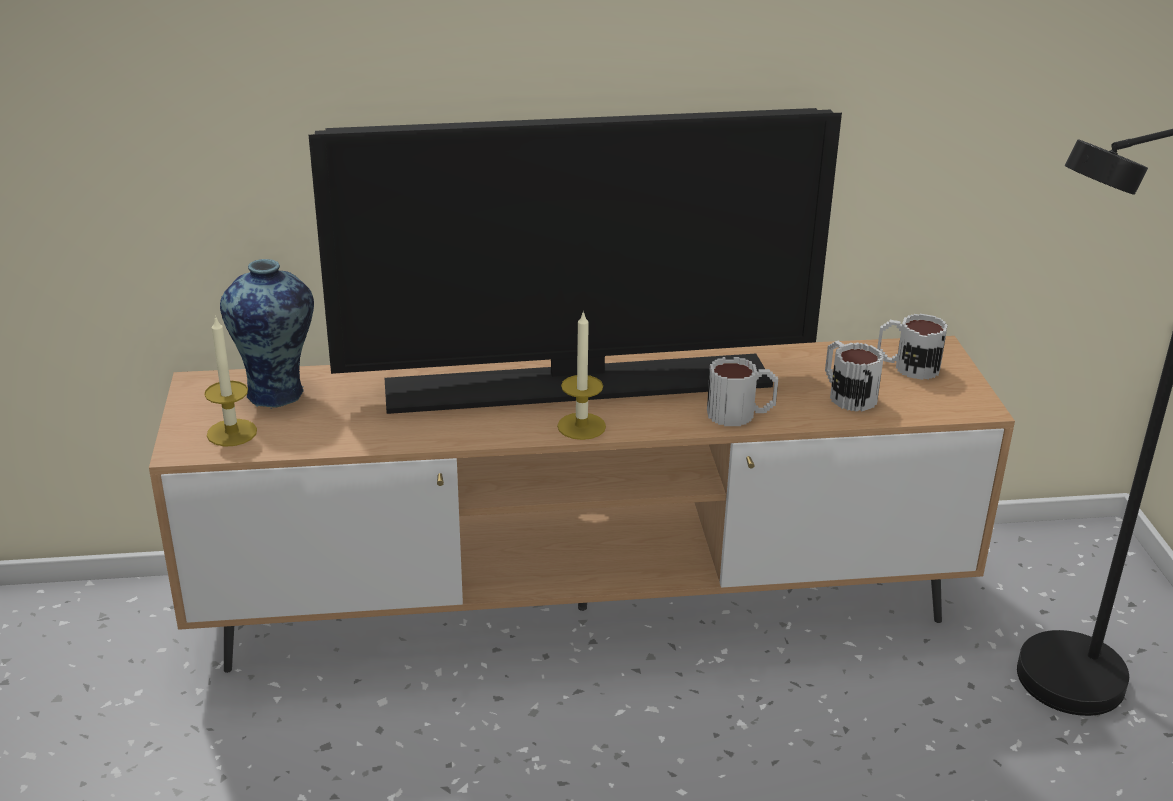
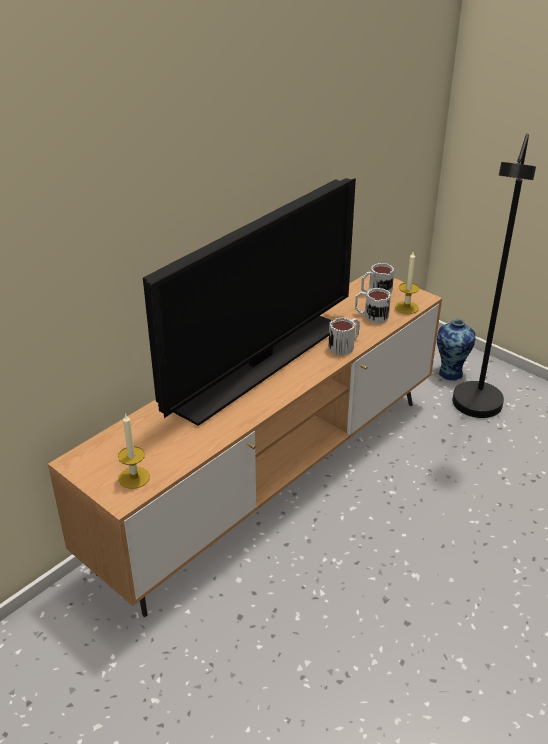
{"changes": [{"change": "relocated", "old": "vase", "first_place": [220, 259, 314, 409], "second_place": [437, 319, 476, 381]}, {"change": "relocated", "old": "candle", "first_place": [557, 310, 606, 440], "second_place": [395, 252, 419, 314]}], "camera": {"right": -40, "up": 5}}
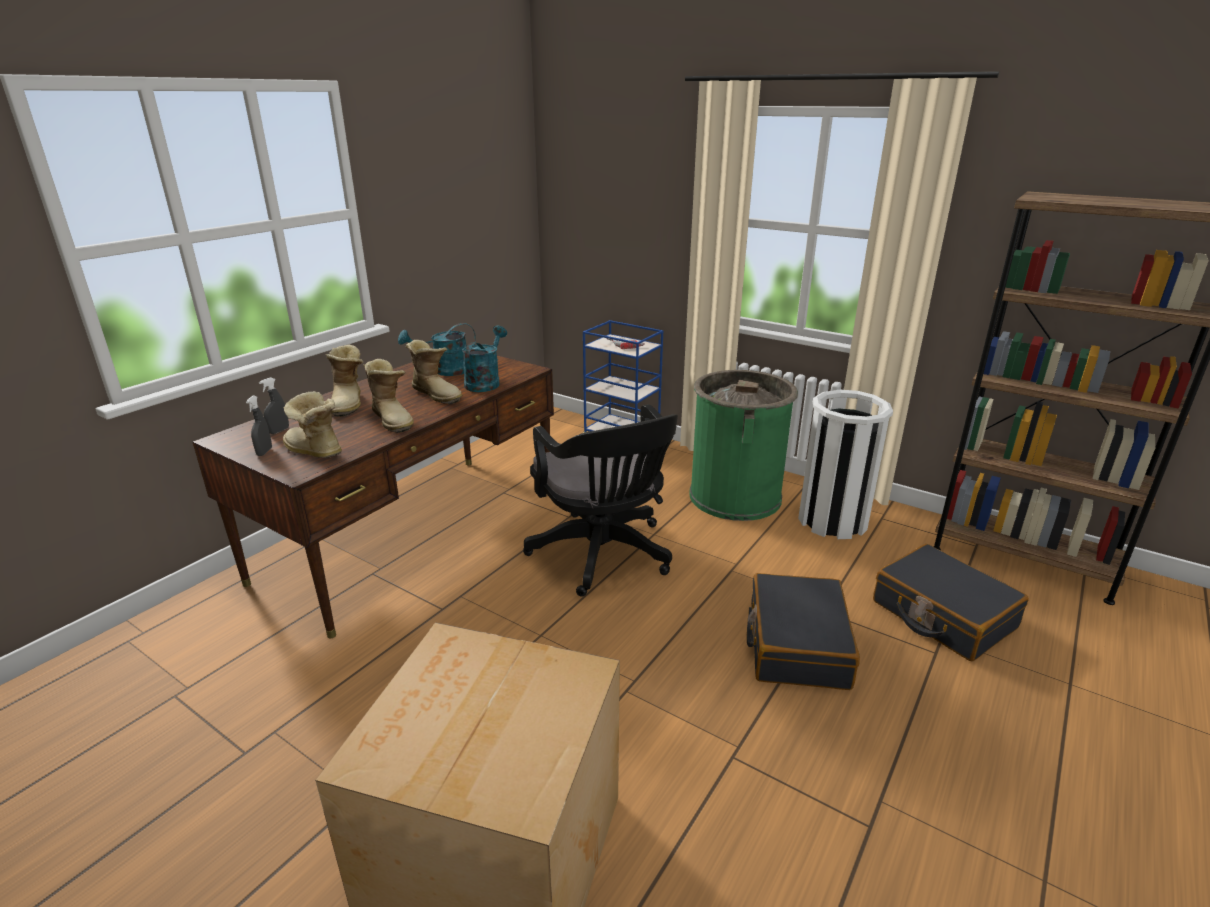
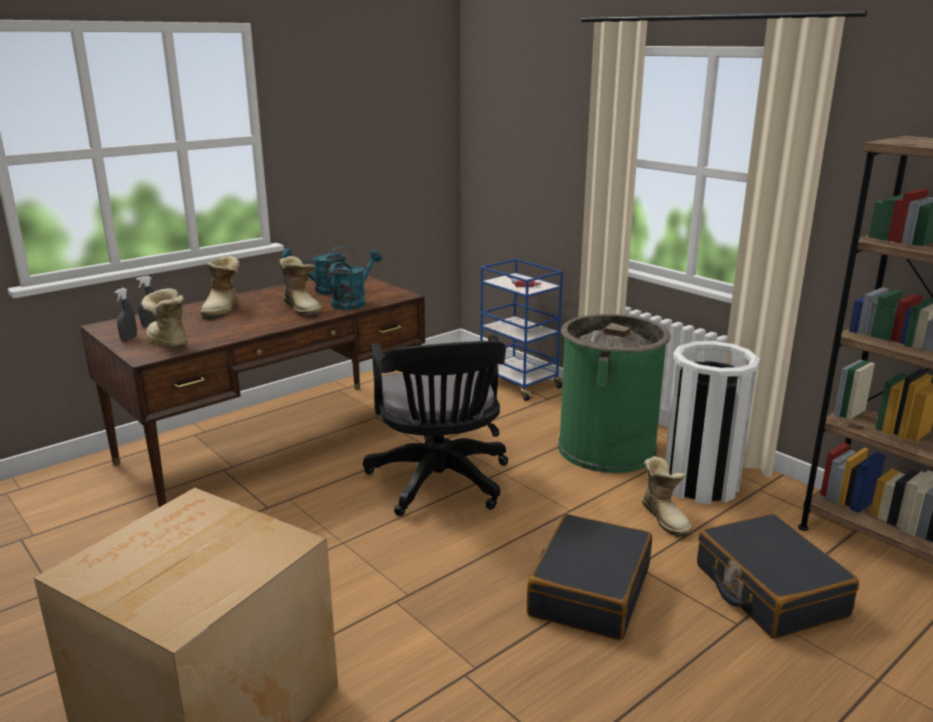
{"changes": [{"change": "relocated", "old": "boot", "first_place": [363, 359, 414, 433], "second_place": [642, 456, 692, 537]}], "camera": {"right": 15, "up": -5}}
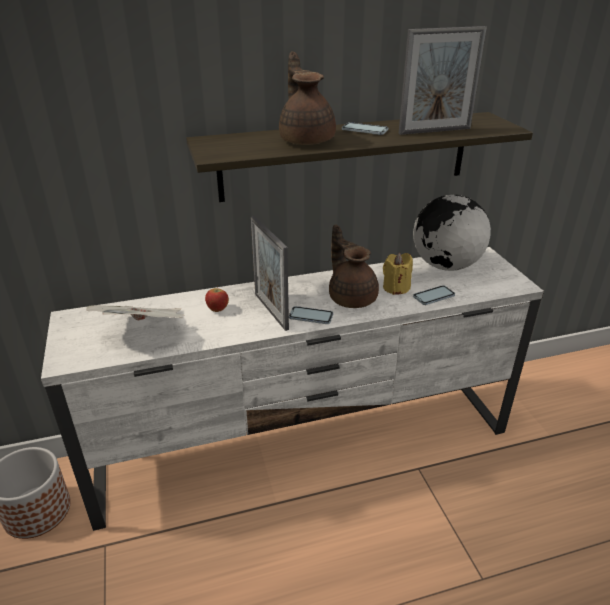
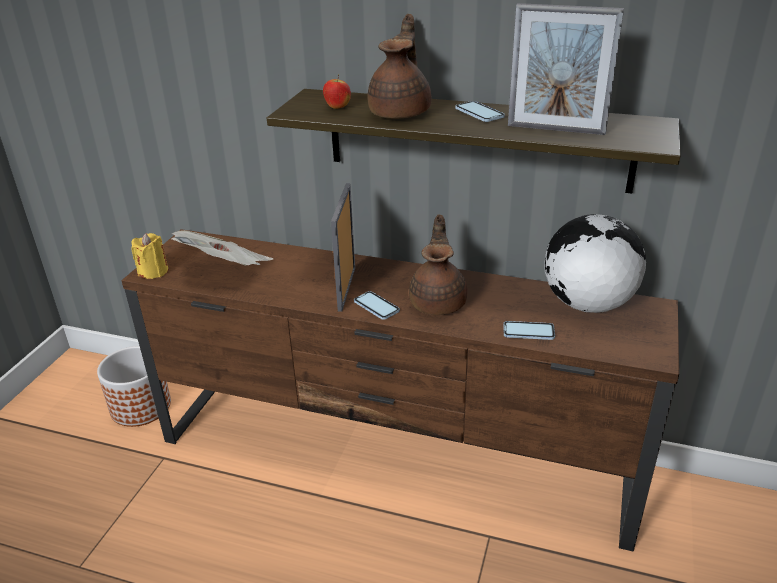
{"changes": [{"change": "colour", "old": "white_tv_stand", "new": "brown_tv_stand", "first_place": [41, 247, 544, 531], "second_place": [121, 229, 679, 552]}, {"change": "relocated", "old": "apple", "first_place": [205, 285, 229, 312], "second_place": [323, 74, 351, 109]}, {"change": "relocated", "old": "yellow_candle", "first_place": [383, 253, 413, 295], "second_place": [132, 233, 168, 279]}], "camera": {"right": 35, "up": 0}}
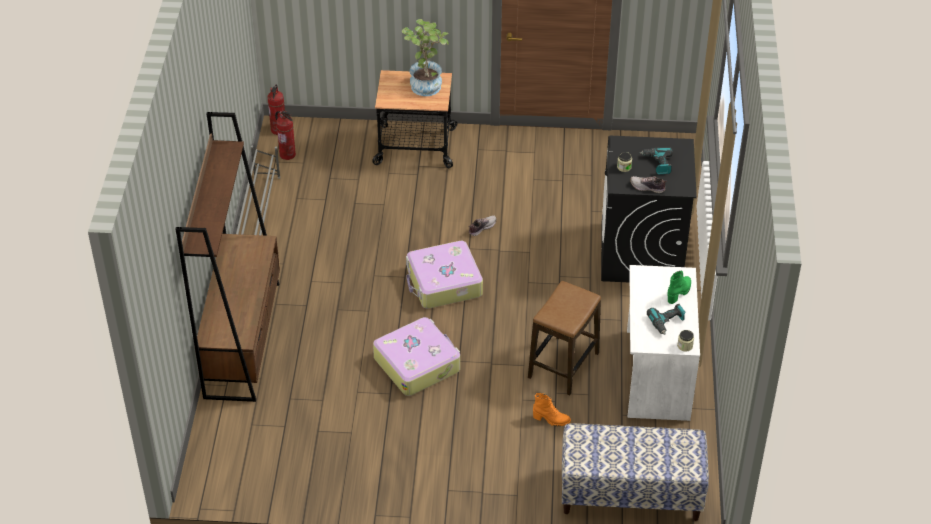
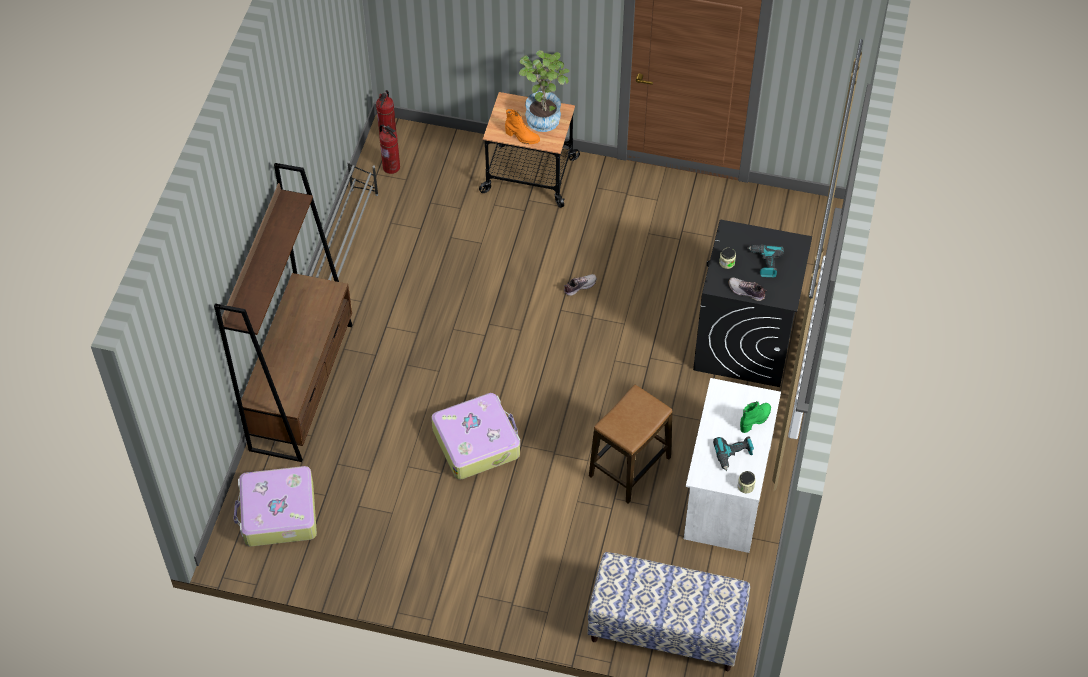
{"changes": [{"change": "relocated", "old": "suitcase", "first_place": [406, 241, 483, 309], "second_place": [234, 466, 317, 546]}, {"change": "relocated", "old": "orange_boot", "first_place": [533, 393, 571, 426], "second_place": [505, 109, 540, 144]}], "camera": {"right": 10, "up": 10}}
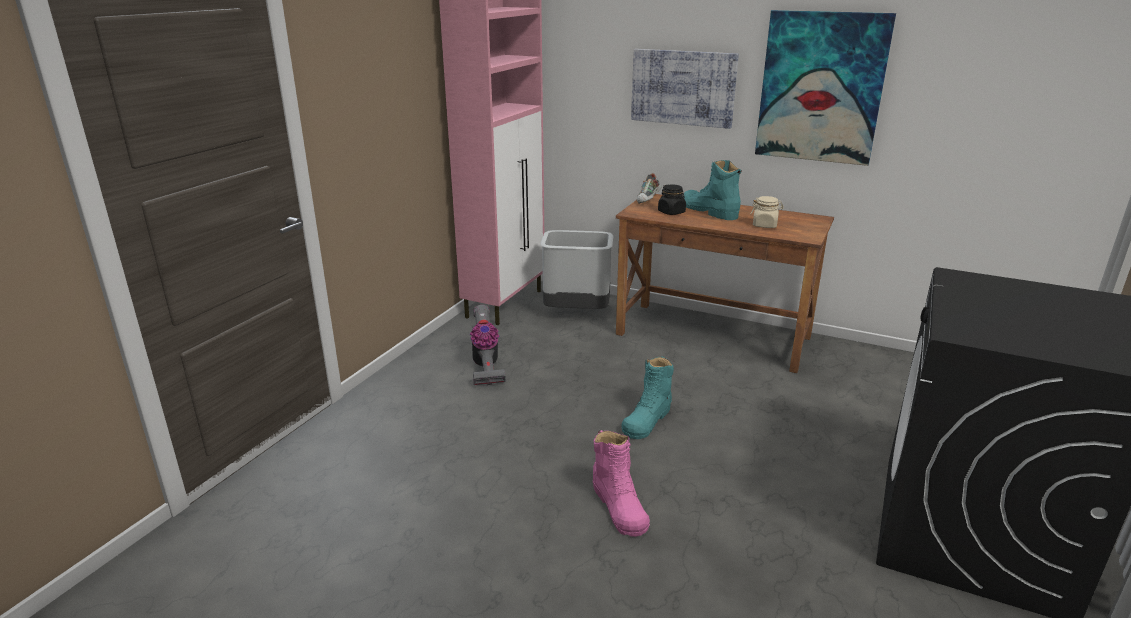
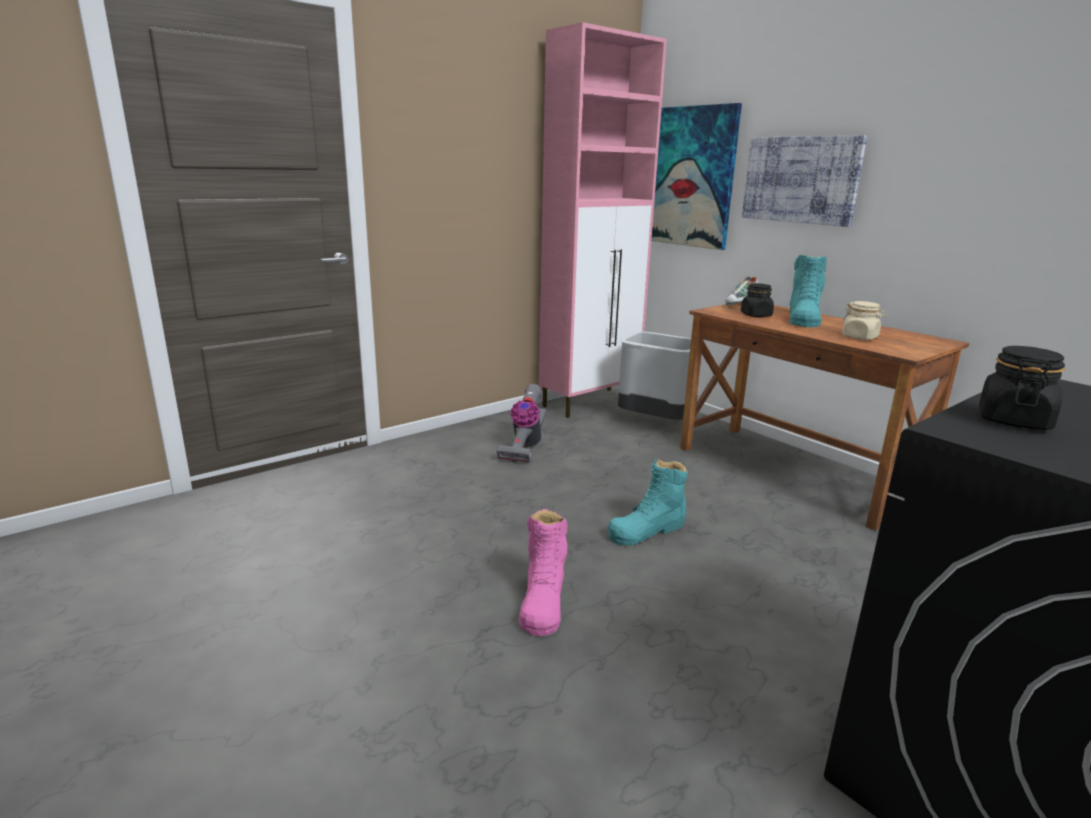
{"changes": [{"change": "spun", "old": "turquoise_boot", "first_place": [683, 160, 742, 220], "second_place": [790, 255, 827, 327], "degrees": -150}, {"change": "relocated", "old": "picture", "first_place": [755, 10, 896, 166], "second_place": [651, 103, 742, 250]}, {"change": "appeared", "new": "black_jar", "second_place": [979, 346, 1065, 430]}], "camera": {"right": 25, "up": -5}}
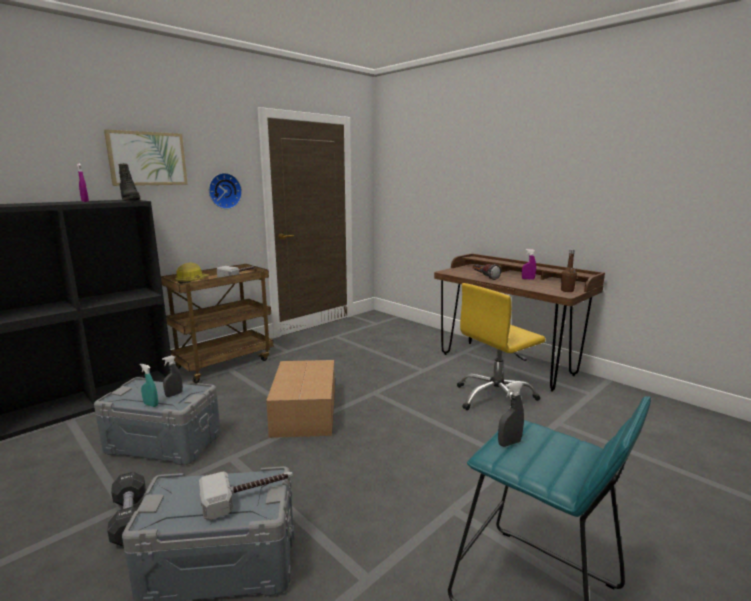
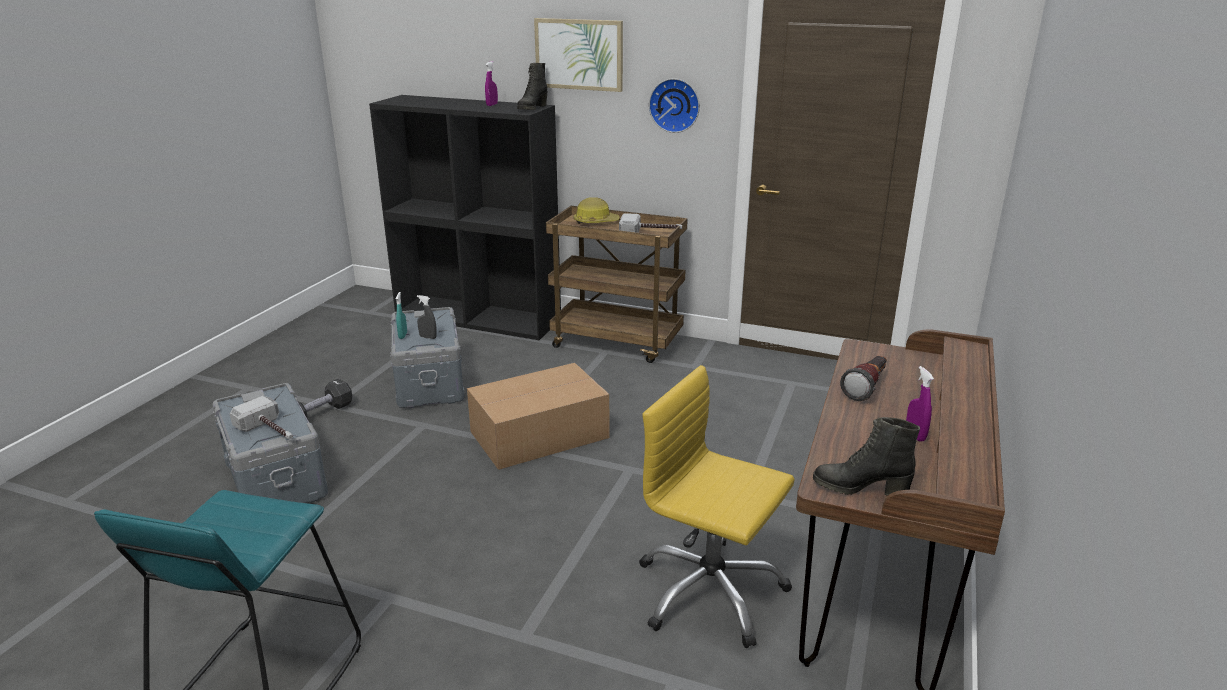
{"changes": [{"change": "missing", "old": "grey_spray_bottle", "first_place": [498, 381, 524, 447]}, {"change": "exchanged", "old": "brown_bottle", "new": "black_boot", "first_place": [561, 249, 577, 292], "second_place": [813, 417, 920, 496]}], "camera": {"right": 65, "up": 10}}
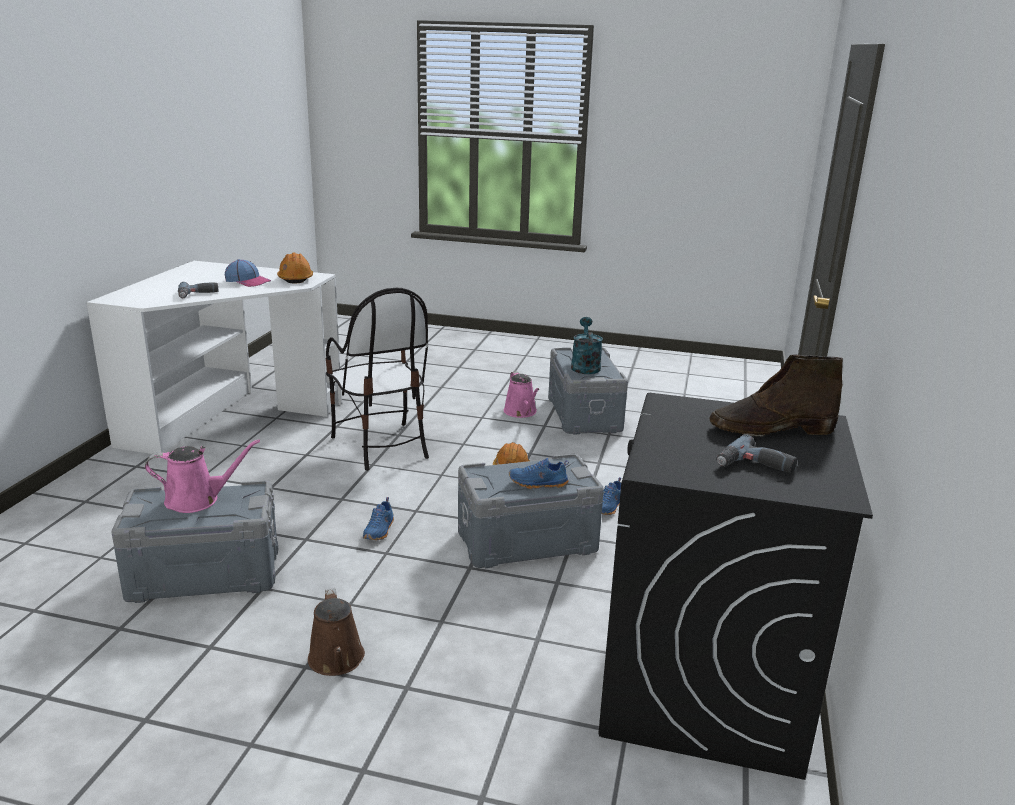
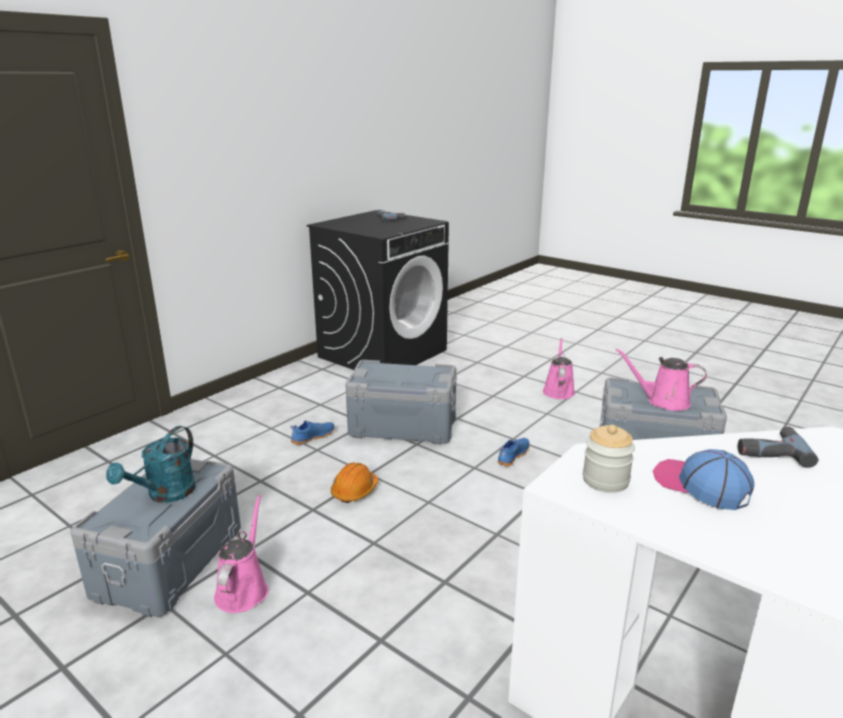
{"changes": [{"change": "exchanged", "old": "orange_hard_hat", "new": "jar", "first_place": [277, 252, 313, 284], "second_place": [583, 425, 635, 493]}, {"change": "colour", "old": "brown_watering_can", "new": "pink_watering_can", "first_place": [308, 588, 365, 676], "second_place": [543, 338, 575, 399]}, {"change": "missing", "old": "chair", "first_place": [326, 288, 429, 471]}, {"change": "missing", "old": "blue_shoe", "first_place": [509, 458, 569, 489]}, {"change": "missing", "old": "brown_boot", "first_place": [709, 355, 843, 437]}], "camera": {"right": -155, "up": 0}}
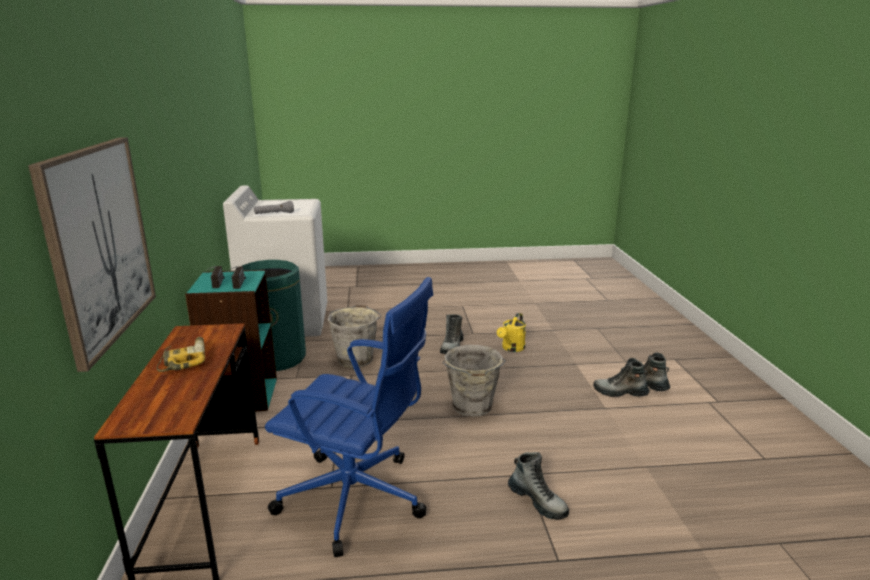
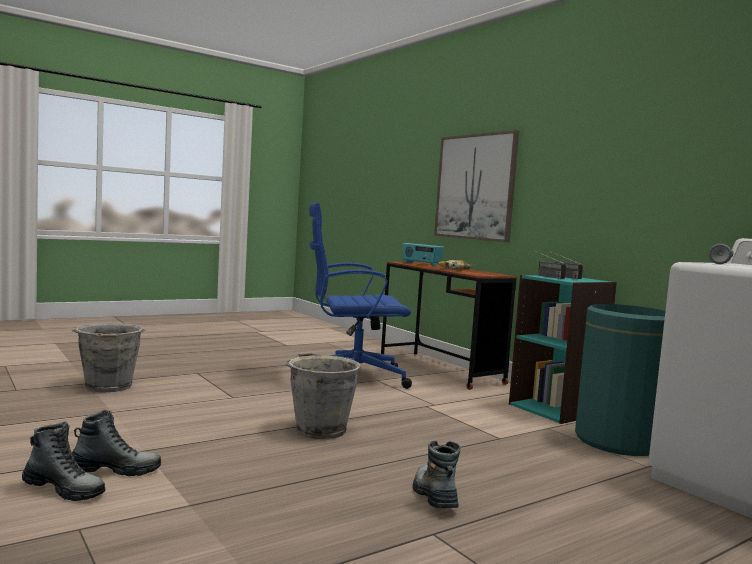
{"changes": [{"change": "relocated", "old": "grey_bucket", "first_place": [328, 305, 382, 368], "second_place": [72, 323, 145, 392]}, {"change": "missing", "old": "yellow_watering_can", "first_place": [497, 313, 526, 352]}, {"change": "missing", "old": "boot", "first_place": [508, 452, 569, 520]}, {"change": "appeared", "new": "radio", "second_place": [403, 243, 444, 266]}], "camera": {"right": 150, "up": -15}}
